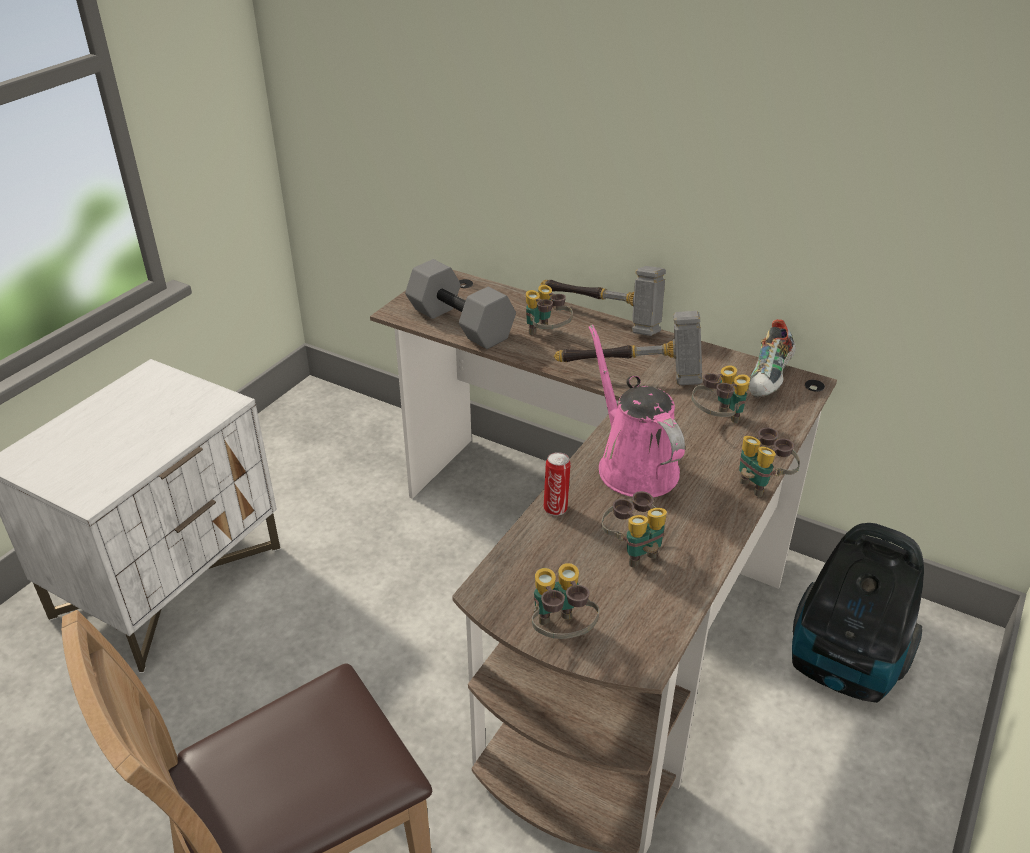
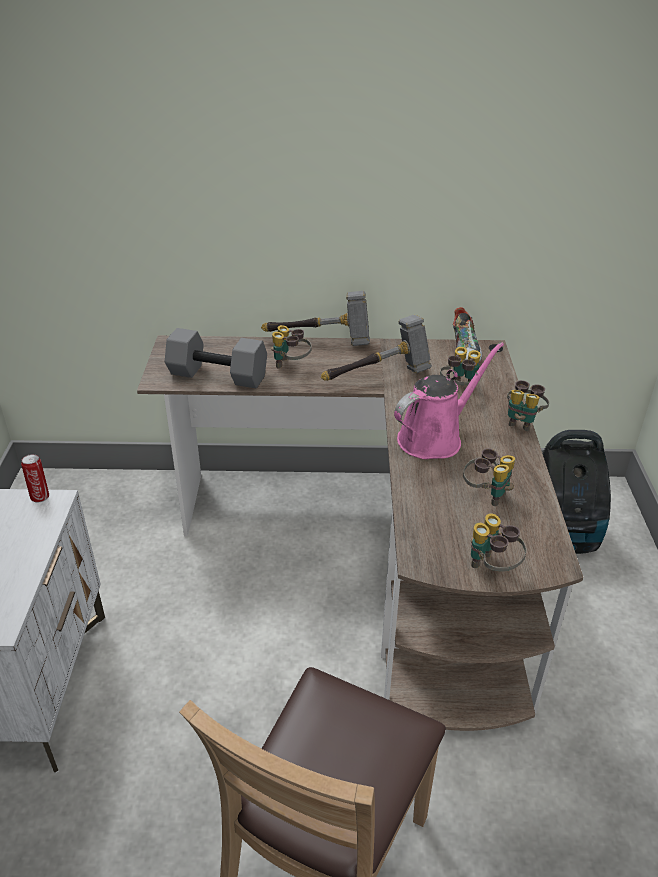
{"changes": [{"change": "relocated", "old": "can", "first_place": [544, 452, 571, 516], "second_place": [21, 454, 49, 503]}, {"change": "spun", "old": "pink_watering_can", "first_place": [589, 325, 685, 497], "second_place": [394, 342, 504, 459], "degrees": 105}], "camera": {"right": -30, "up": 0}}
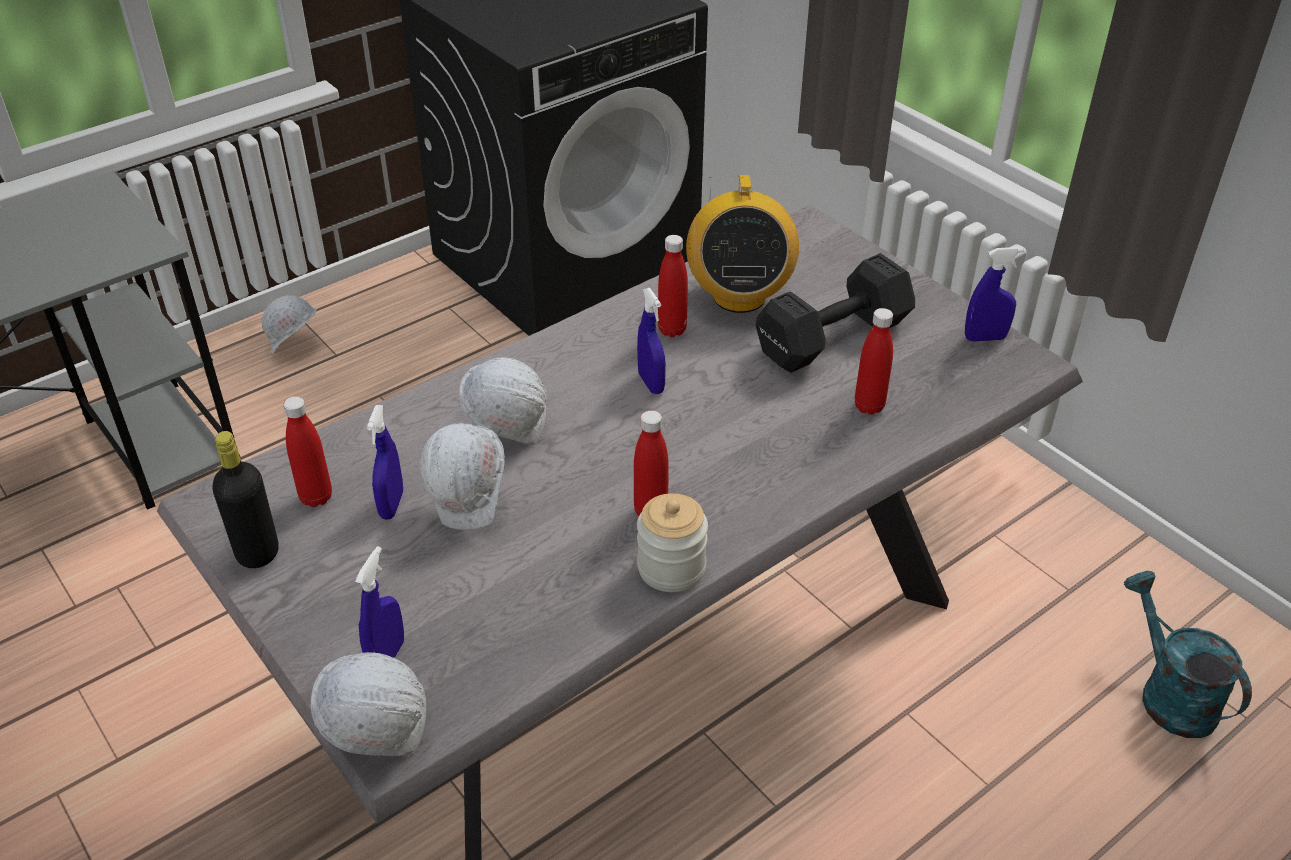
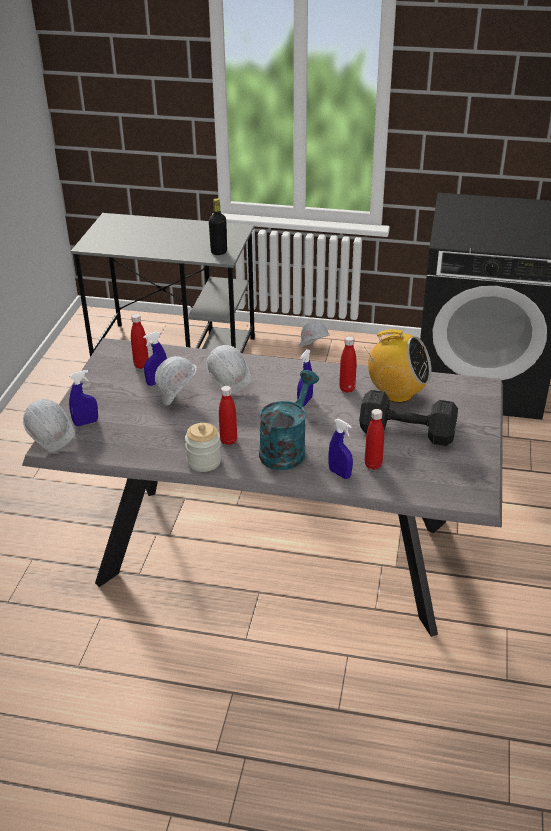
{"changes": [{"change": "relocated", "old": "black_bottle", "first_place": [213, 431, 279, 568], "second_place": [209, 198, 227, 255]}, {"change": "spun", "old": "radio", "first_place": [686, 175, 799, 313], "second_place": [364, 329, 432, 403], "degrees": -120}, {"change": "relocated", "old": "blue_spray_bottle", "first_place": [965, 247, 1024, 341], "second_place": [328, 419, 353, 479]}, {"change": "relocated", "old": "turquoise_watering_can", "first_place": [1124, 571, 1252, 738], "second_place": [259, 370, 319, 470]}], "camera": {"right": 50, "up": -5}}
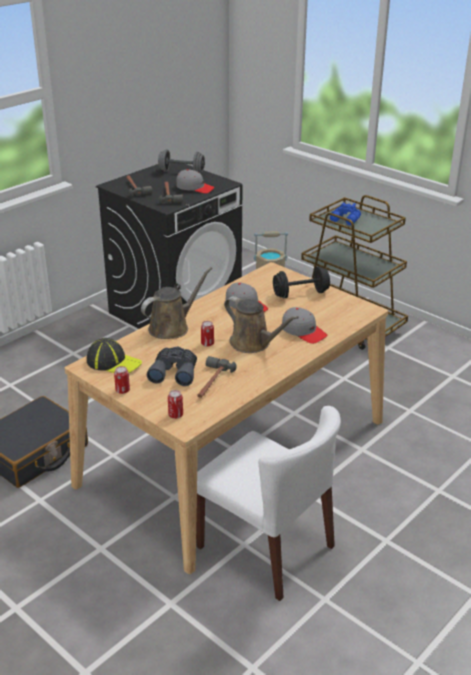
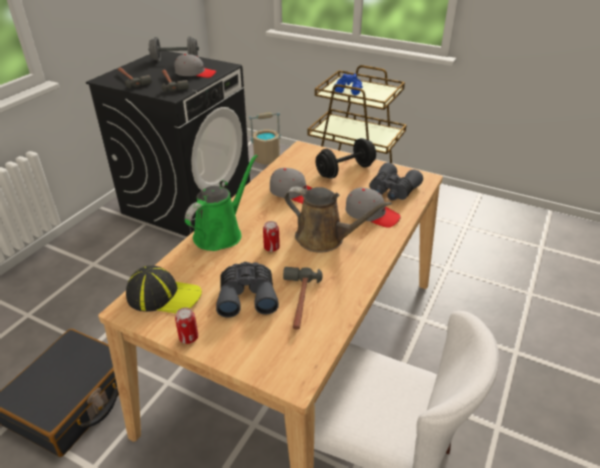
{"changes": [{"change": "colour", "old": "brown_watering_can", "new": "green_watering_can", "first_place": [141, 267, 212, 339], "second_place": [185, 154, 258, 251]}, {"change": "missing", "old": "can", "first_place": [168, 390, 183, 419]}, {"change": "appeared", "new": "grey_binoculars", "second_place": [369, 163, 423, 201]}], "camera": {"right": -15, "up": 5}}
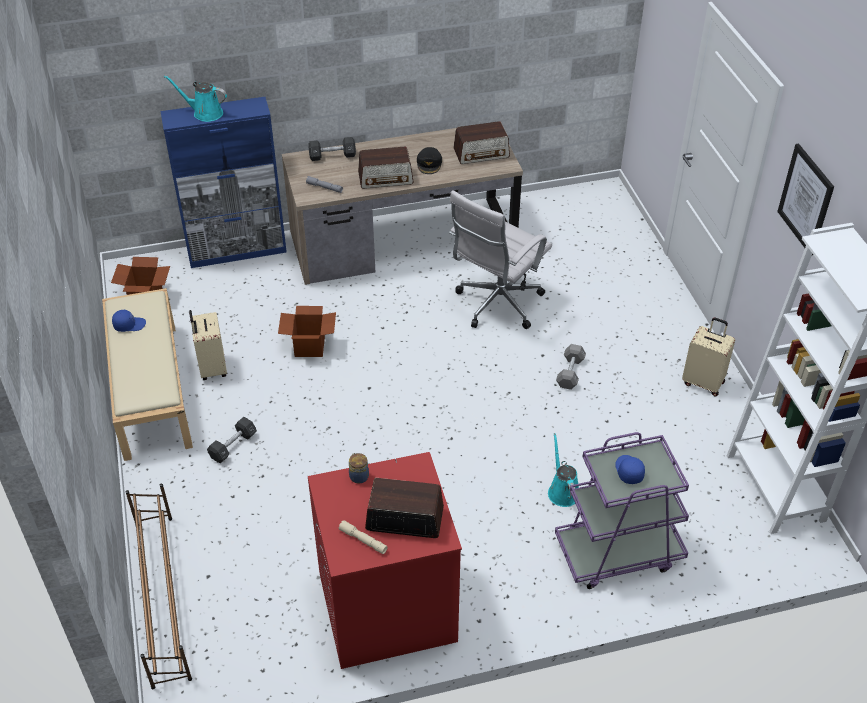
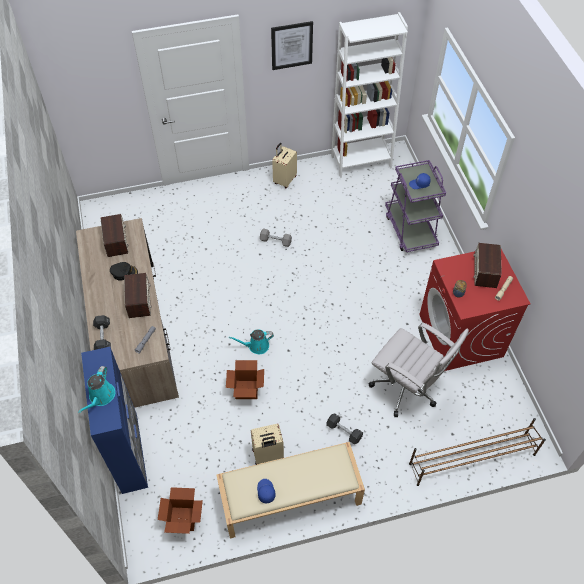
{"changes": [{"change": "relocated", "old": "white_office_chair", "first_place": [449, 190, 552, 329], "second_place": [368, 323, 469, 417]}, {"change": "relocated", "old": "turquoise_watering_can", "first_place": [548, 433, 579, 507], "second_place": [229, 329, 274, 354]}], "camera": {"right": -90, "up": 10}}
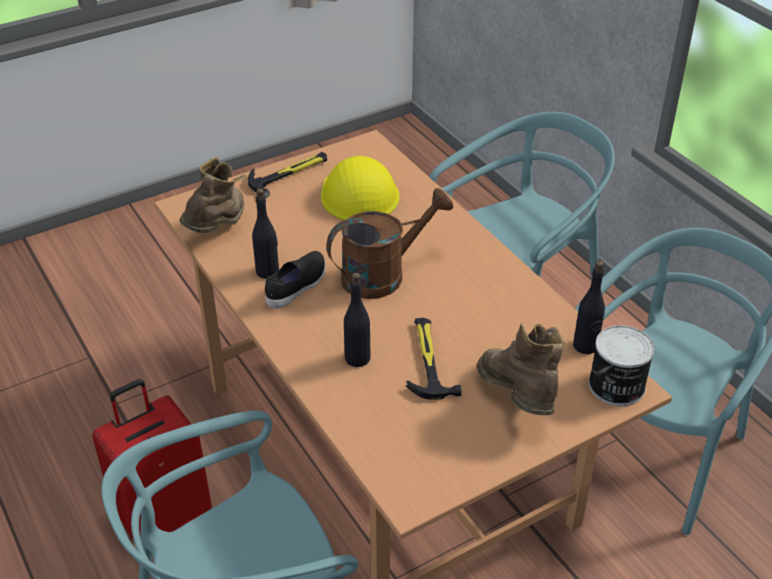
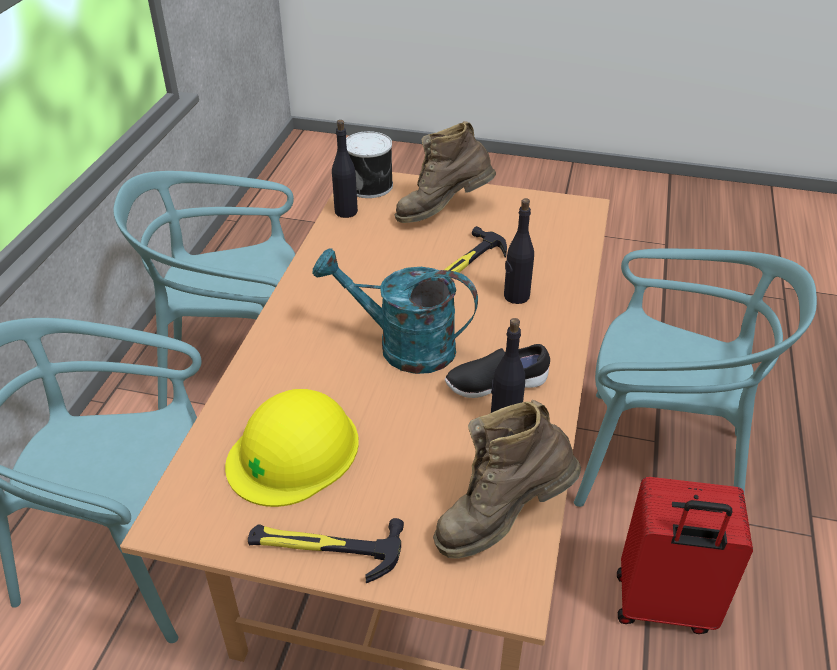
{"changes": [{"change": "colour", "old": "brown_watering_can", "new": "turquoise_watering_can", "first_place": [326, 188, 453, 299], "second_place": [312, 248, 478, 374]}, {"change": "spun", "old": "brown_boot", "first_place": [476, 323, 565, 415], "second_place": [395, 121, 496, 223], "degrees": 45}], "camera": {"right": -135, "up": 0}}
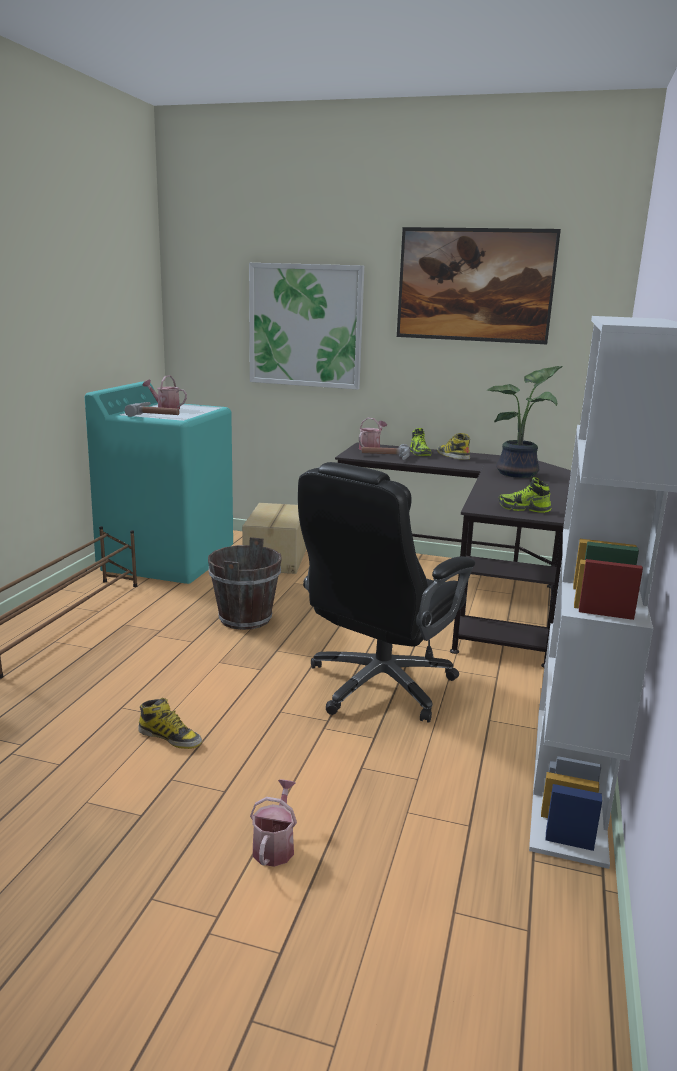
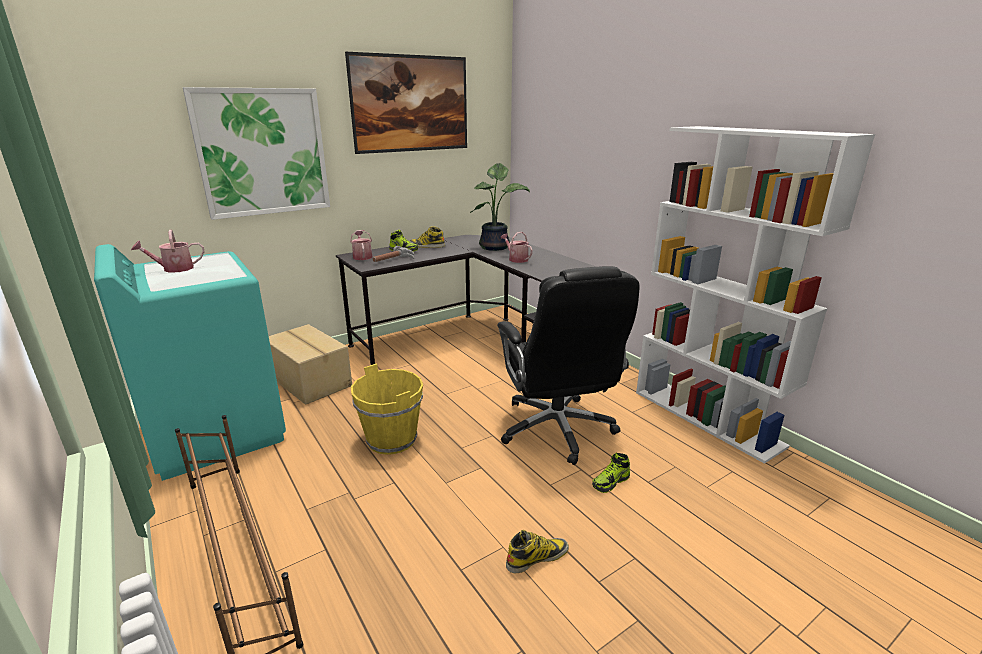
{"changes": [{"change": "missing", "old": "hammer", "first_place": [125, 402, 180, 417]}, {"change": "colour", "old": "brown_bucket", "new": "yellow_bucket", "first_place": [208, 537, 282, 630], "second_place": [351, 364, 423, 455]}, {"change": "relocated", "old": "watering_can", "first_place": [250, 779, 297, 867], "second_place": [501, 232, 533, 263]}, {"change": "relocated", "old": "shoe", "first_place": [498, 477, 552, 513], "second_place": [592, 453, 630, 493]}], "camera": {"right": -50, "up": 5}}
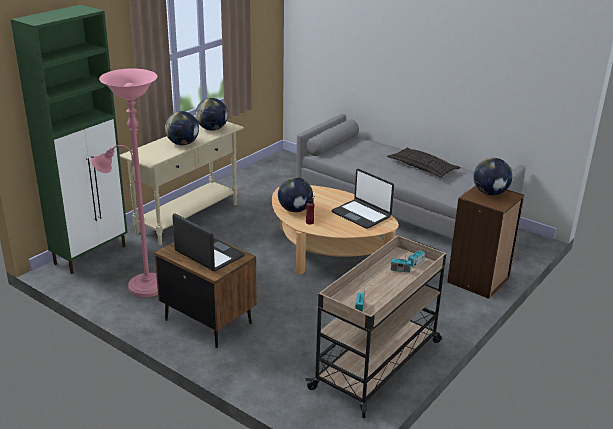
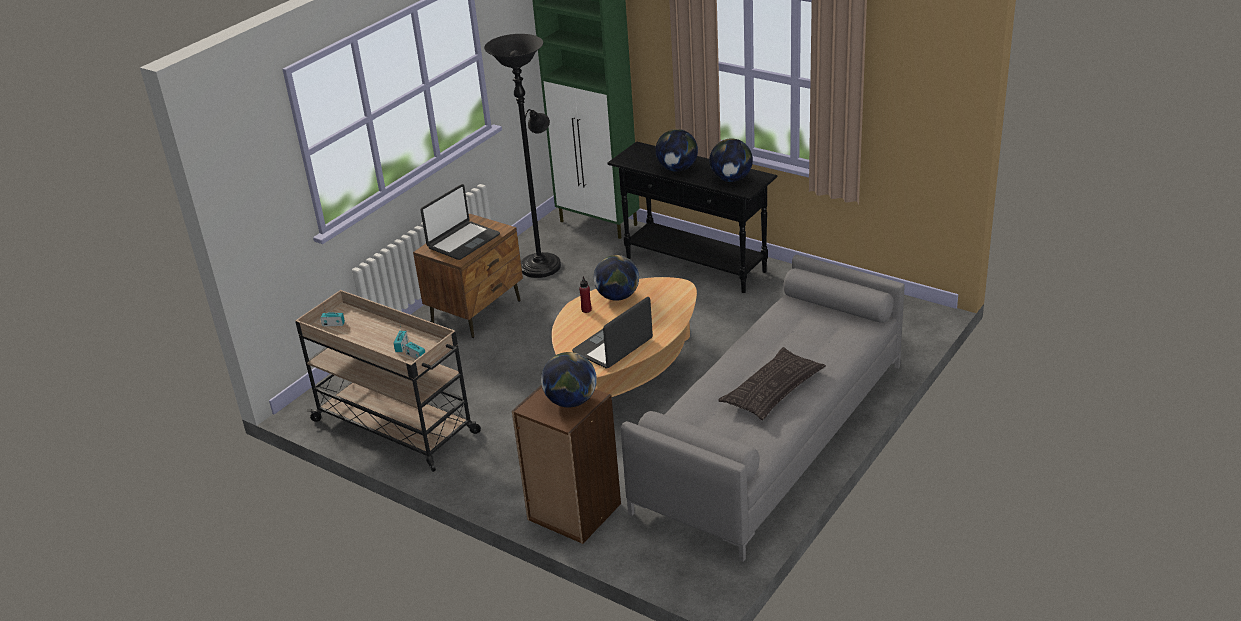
{"changes": [{"change": "colour", "old": "pink_floor_lamp", "new": "black_floor_lamp", "first_place": [92, 69, 158, 297], "second_place": [484, 34, 561, 278]}, {"change": "colour", "old": "beige_console_table", "new": "black_console_table", "first_place": [120, 121, 244, 245], "second_place": [607, 142, 777, 293]}], "camera": {"right": 90, "up": 5}}
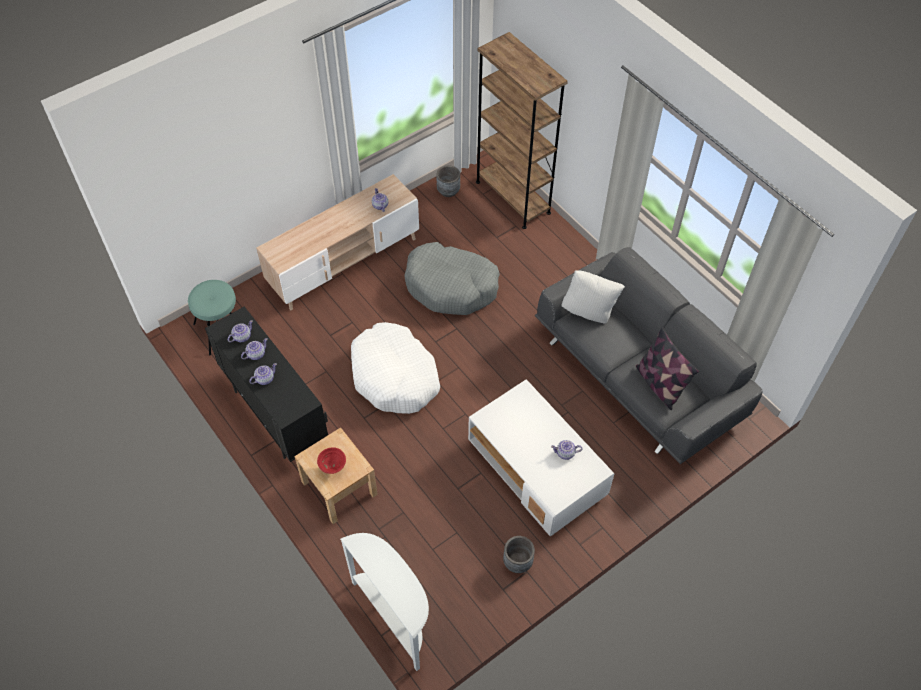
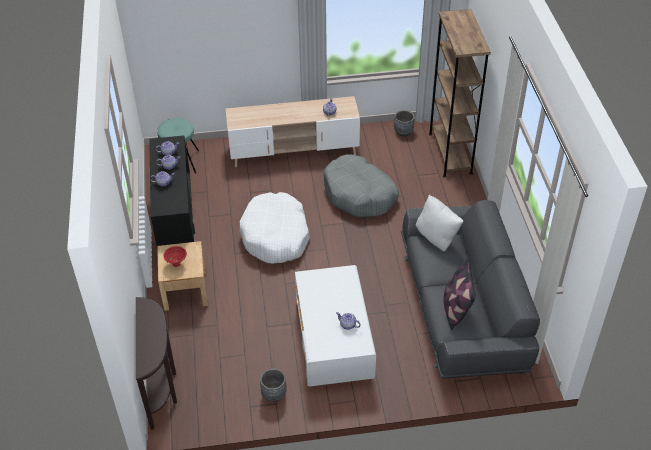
{"changes": [{"change": "colour", "old": "white_console_table", "new": "brown_console_table", "first_place": [340, 533, 429, 671], "second_place": [136, 297, 177, 430]}], "camera": {"right": 30, "up": -10}}
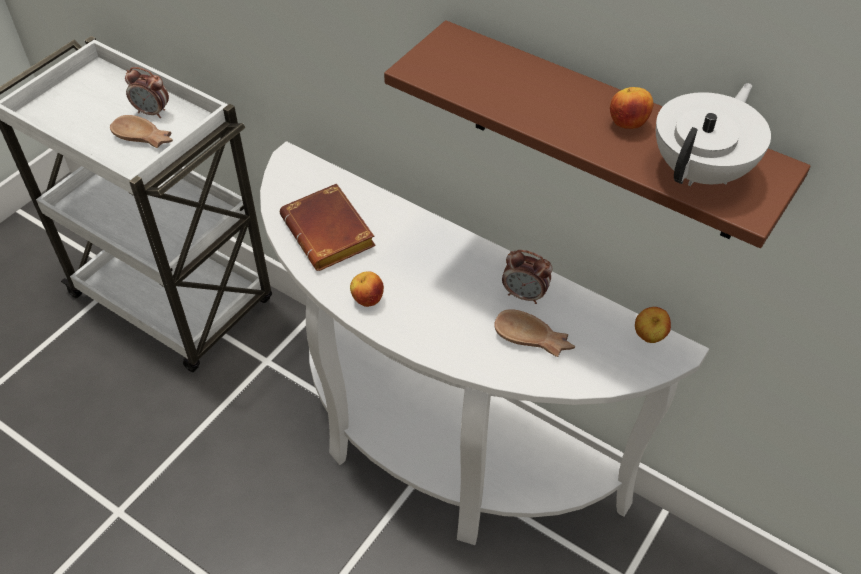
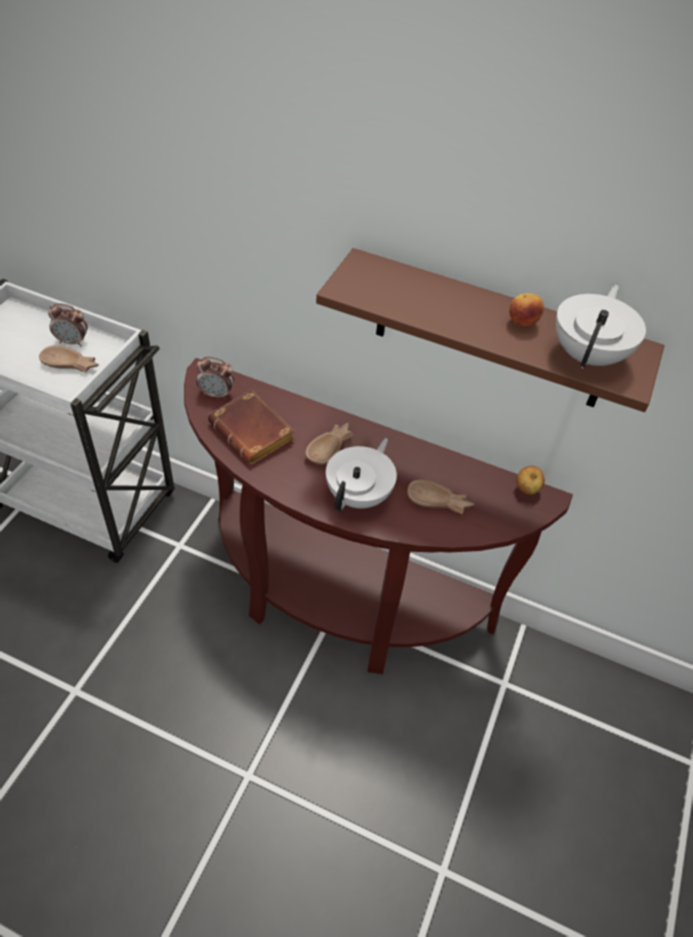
{"changes": [{"change": "colour", "old": "white_console_table", "new": "brown_console_table", "first_place": [260, 141, 709, 545], "second_place": [184, 358, 573, 674]}, {"change": "missing", "old": "apple", "first_place": [350, 271, 384, 307]}, {"change": "relocated", "old": "alarm_clock", "first_place": [502, 250, 552, 304], "second_place": [196, 357, 234, 400]}, {"change": "appeared", "new": "brown_bowl", "second_place": [305, 423, 353, 465]}, {"change": "appeared", "new": "white_teapot", "second_place": [326, 438, 397, 511]}], "camera": {"right": -15, "up": 0}}
